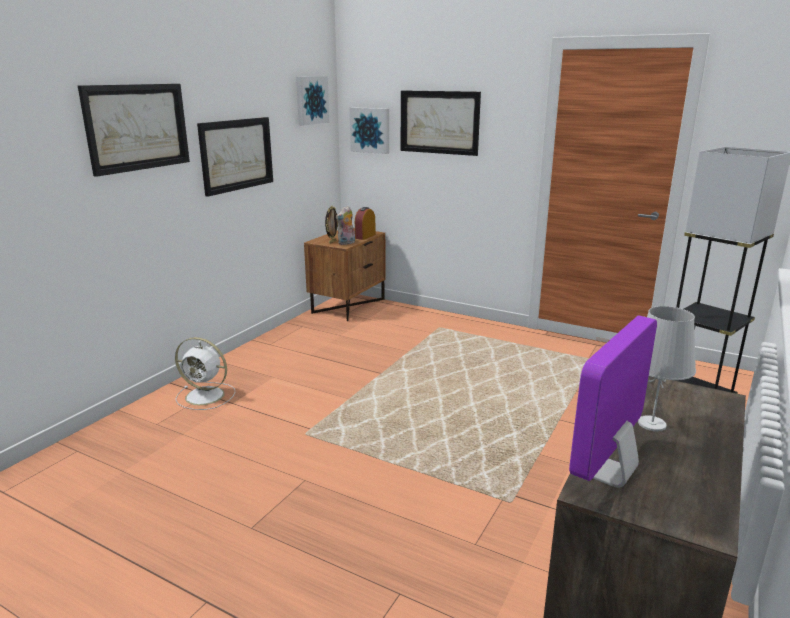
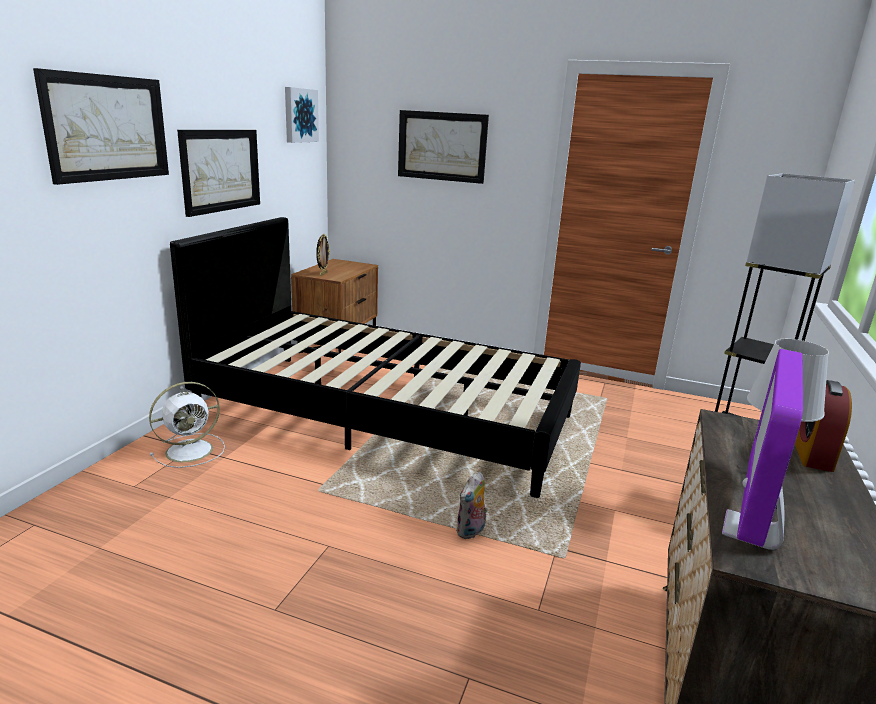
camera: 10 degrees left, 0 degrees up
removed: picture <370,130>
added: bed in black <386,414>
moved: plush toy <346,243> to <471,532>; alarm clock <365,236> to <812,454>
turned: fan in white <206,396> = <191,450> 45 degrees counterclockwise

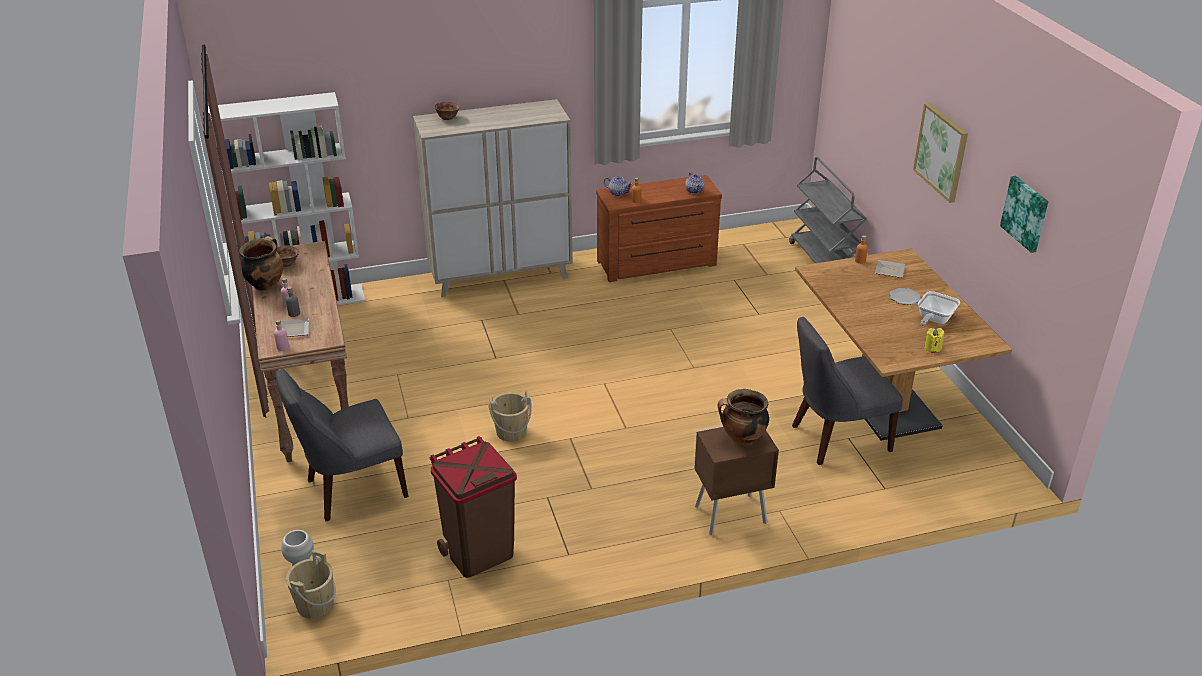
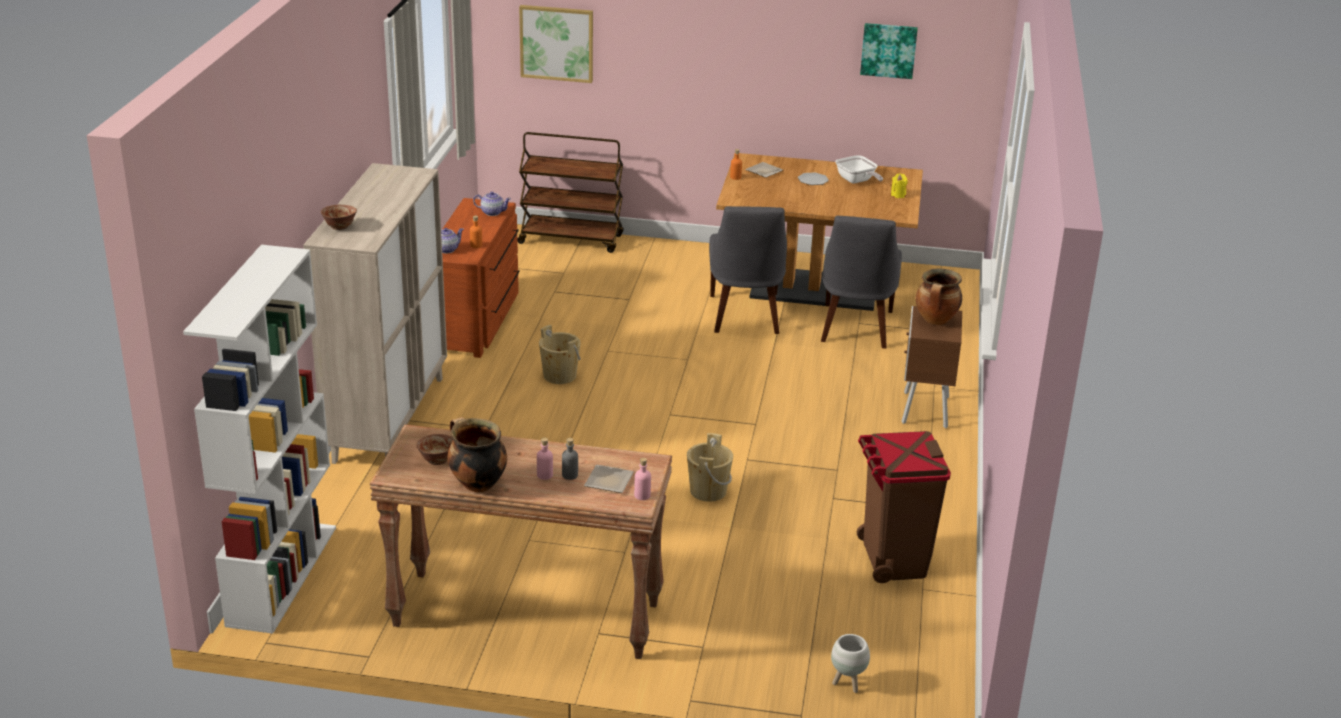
camera: 65 degrees left, 5 degrees down
moved: chair in grey <352,489> to <744,316>; bucket in beige <315,605> to <560,376>; picture <941,152> to <556,43>
recoloured: cart in grey <823,261> to cart in brown <571,239>

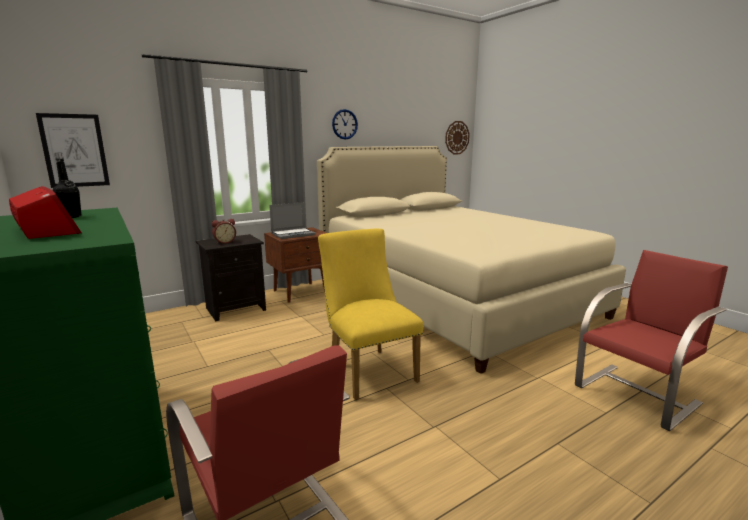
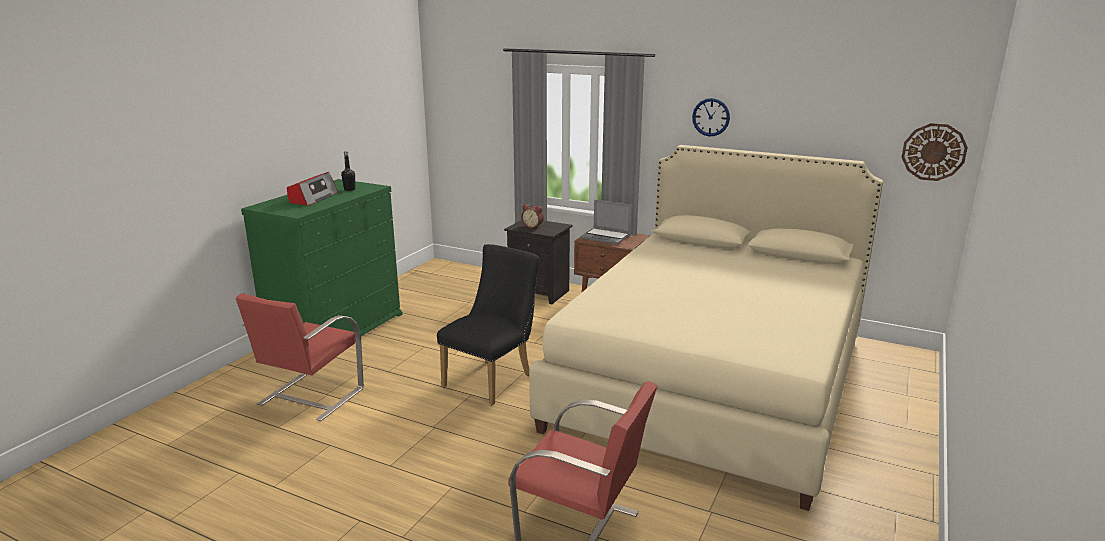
camera: 60 degrees right, 5 degrees up
removed: picture <74,150>
recoloured: chair in yellow <368,369> to chair in black <493,379>

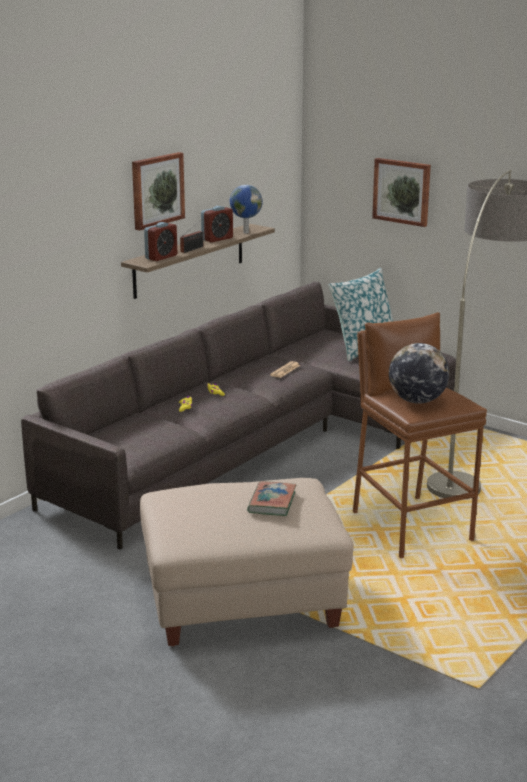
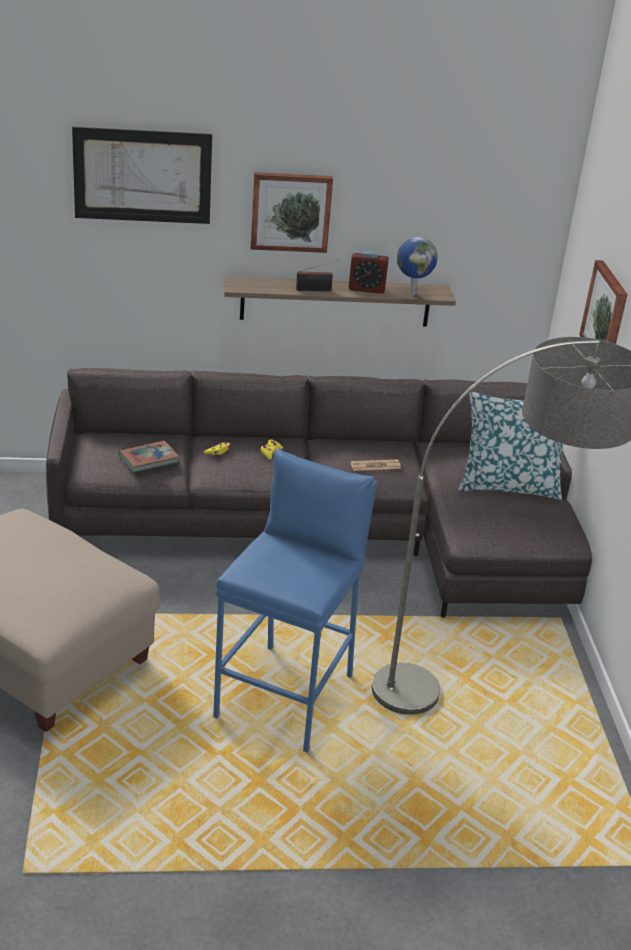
camera: 45 degrees right, 10 degrees up
removed: alarm clock <161,257>; globe <417,401>
added: picture <142,176>
moved: book <272,502> to <148,460>
recoloured: stool in brown <411,526> to stool in blue <287,697>

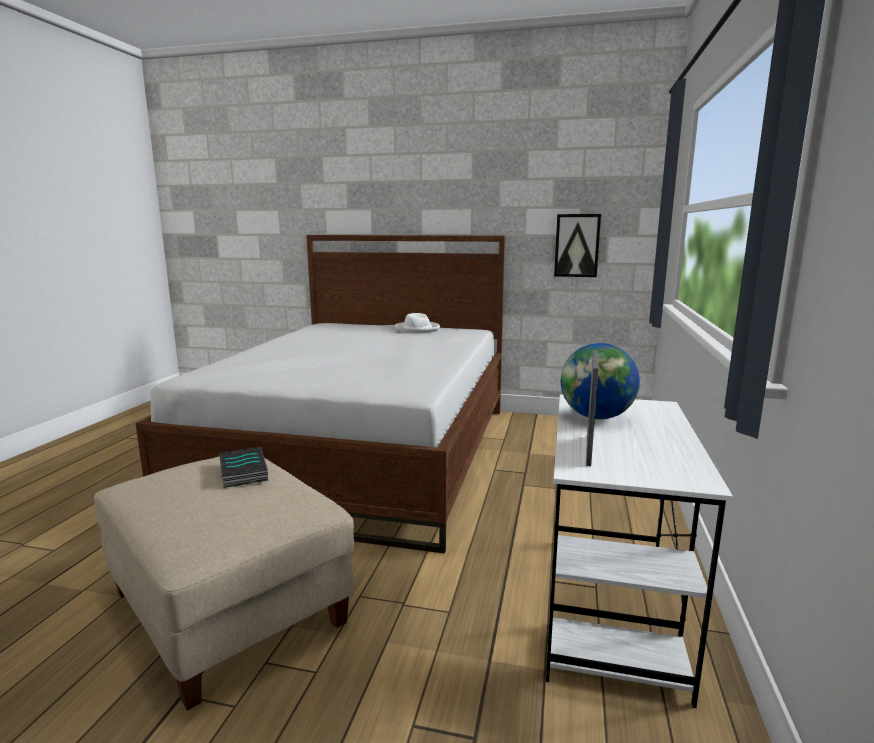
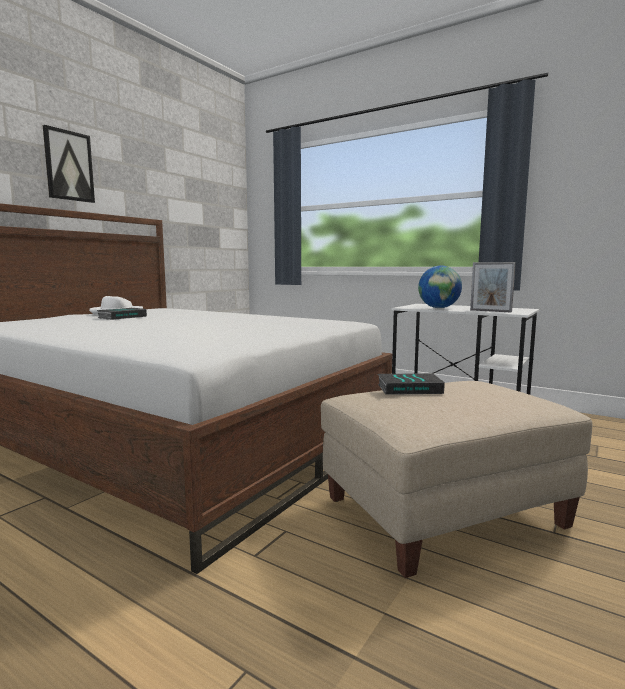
camera: 70 degrees left, 5 degrees down
added: book <122,317>
moved: picture <577,245> to <68,166>

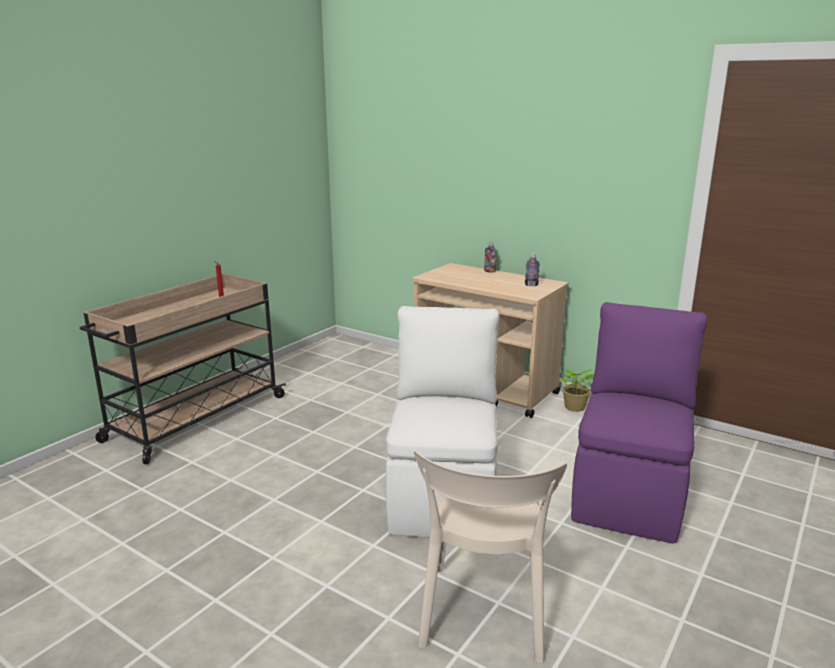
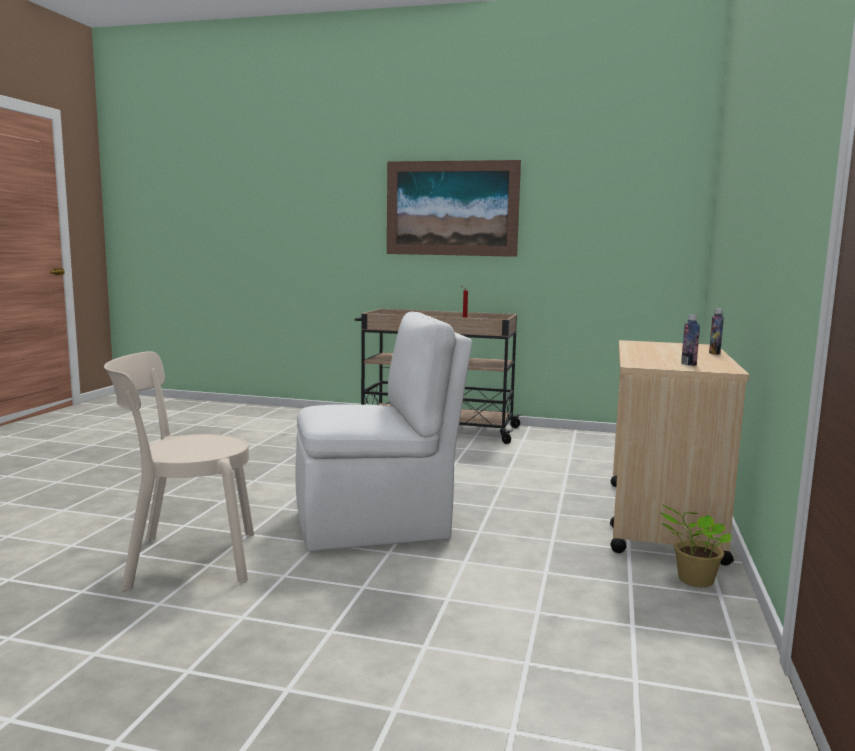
camera: 70 degrees right, 10 degrees down
removed: chair in purple <629,495>
added: picture <451,208>

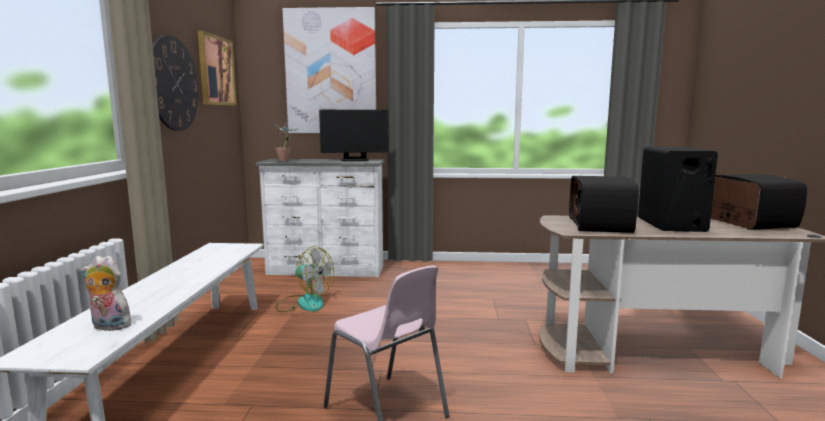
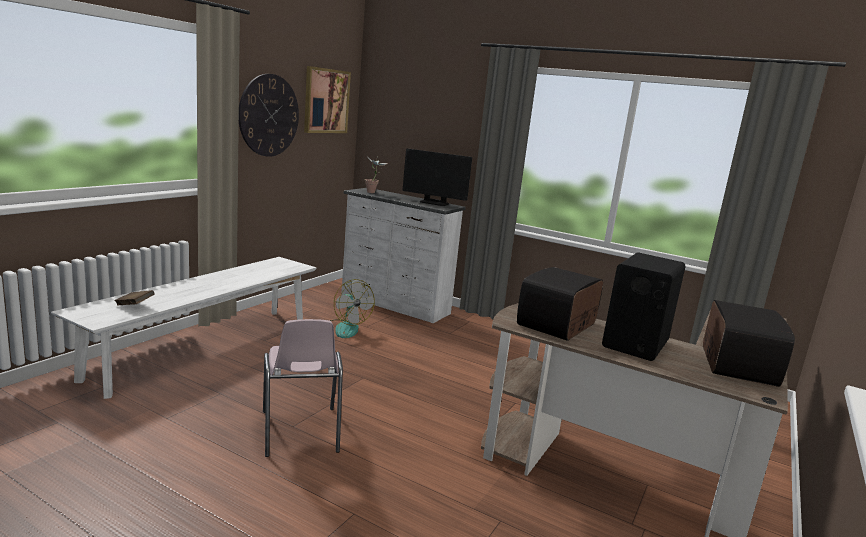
camera: 25 degrees right, 5 degrees up
removed: picture <331,72>
replaced: plush toy <108,327> to book in brown <134,306>

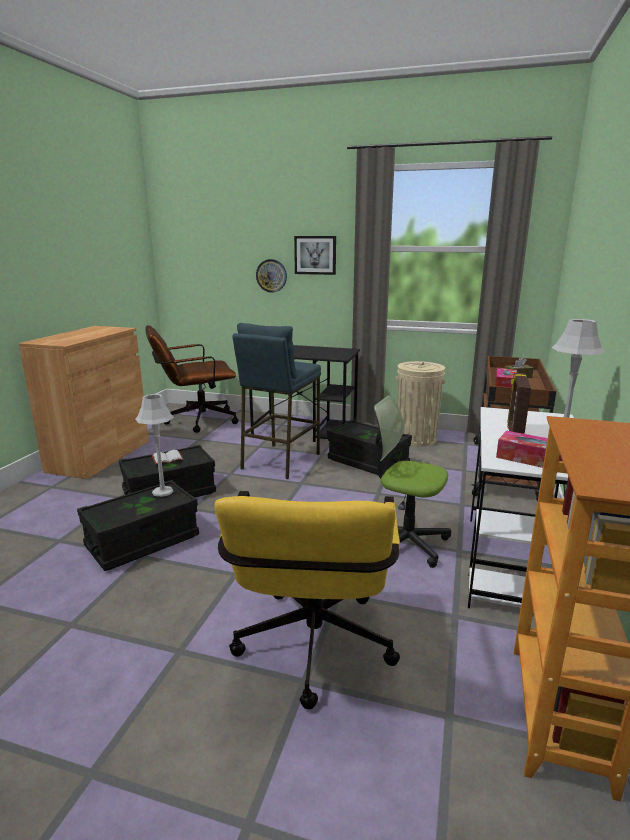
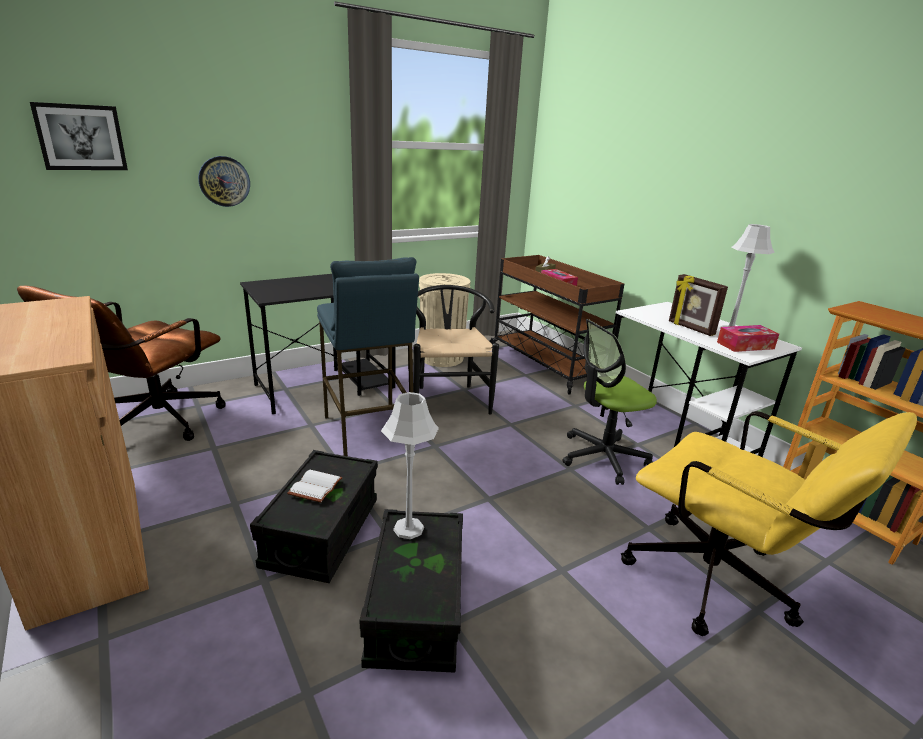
camera: 50 degrees left, 5 degrees up
moved: picture <315,255> to <81,137>
replaced: storage box in black <368,462> to chair in black <448,397>

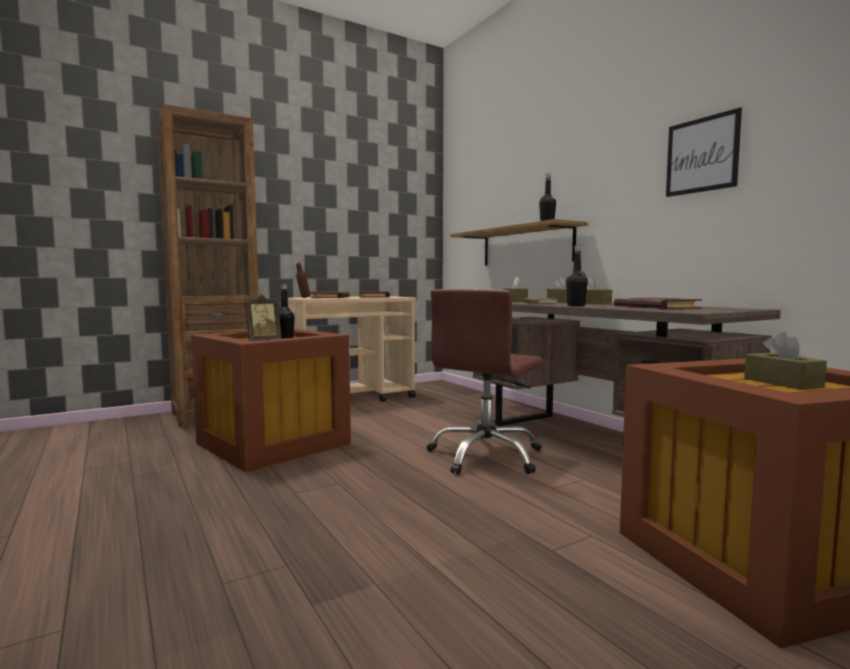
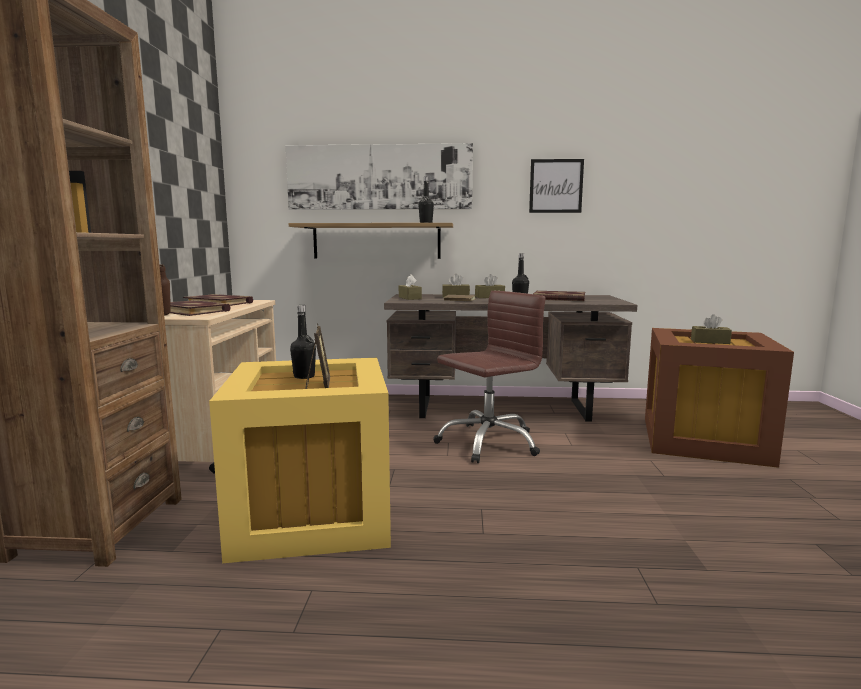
camera: 55 degrees left, 5 degrees up
added: picture <379,177>
recoloured: storage box in brown <274,443> to storage box in yellow <310,513>
turned: office chair in brown <486,456> = <488,442> 105 degrees counterclockwise

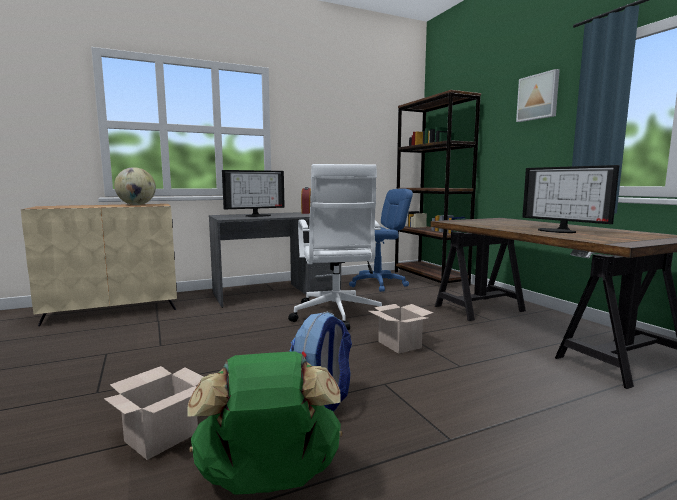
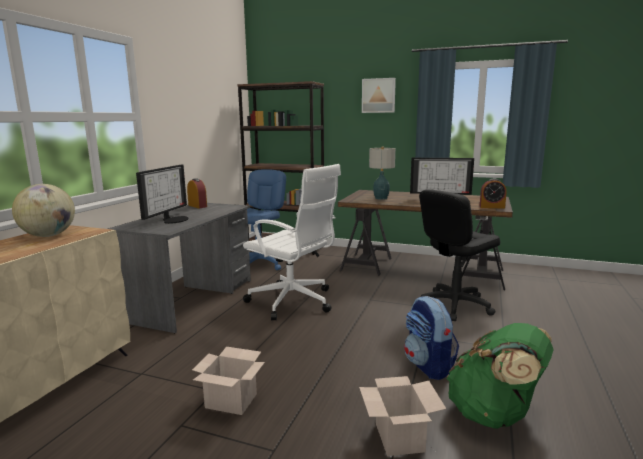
camera: 45 degrees left, 5 degrees up
added: table lamp <381,198>; office chair in black <454,305>; alarm clock <492,207>
moved: cardboard box <400,345> to <232,400>

